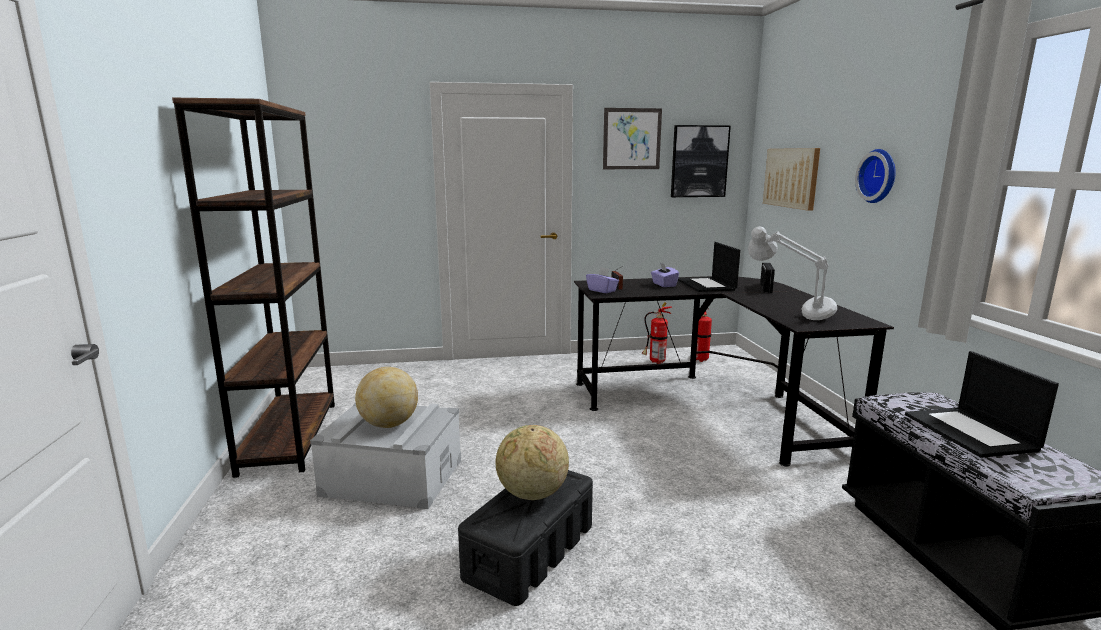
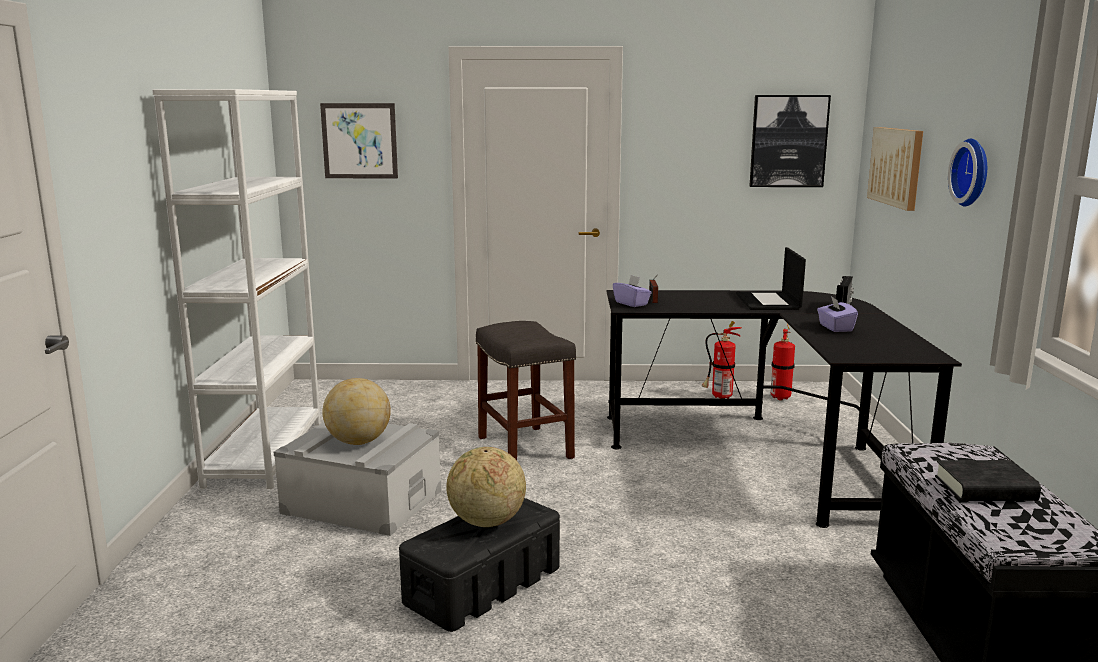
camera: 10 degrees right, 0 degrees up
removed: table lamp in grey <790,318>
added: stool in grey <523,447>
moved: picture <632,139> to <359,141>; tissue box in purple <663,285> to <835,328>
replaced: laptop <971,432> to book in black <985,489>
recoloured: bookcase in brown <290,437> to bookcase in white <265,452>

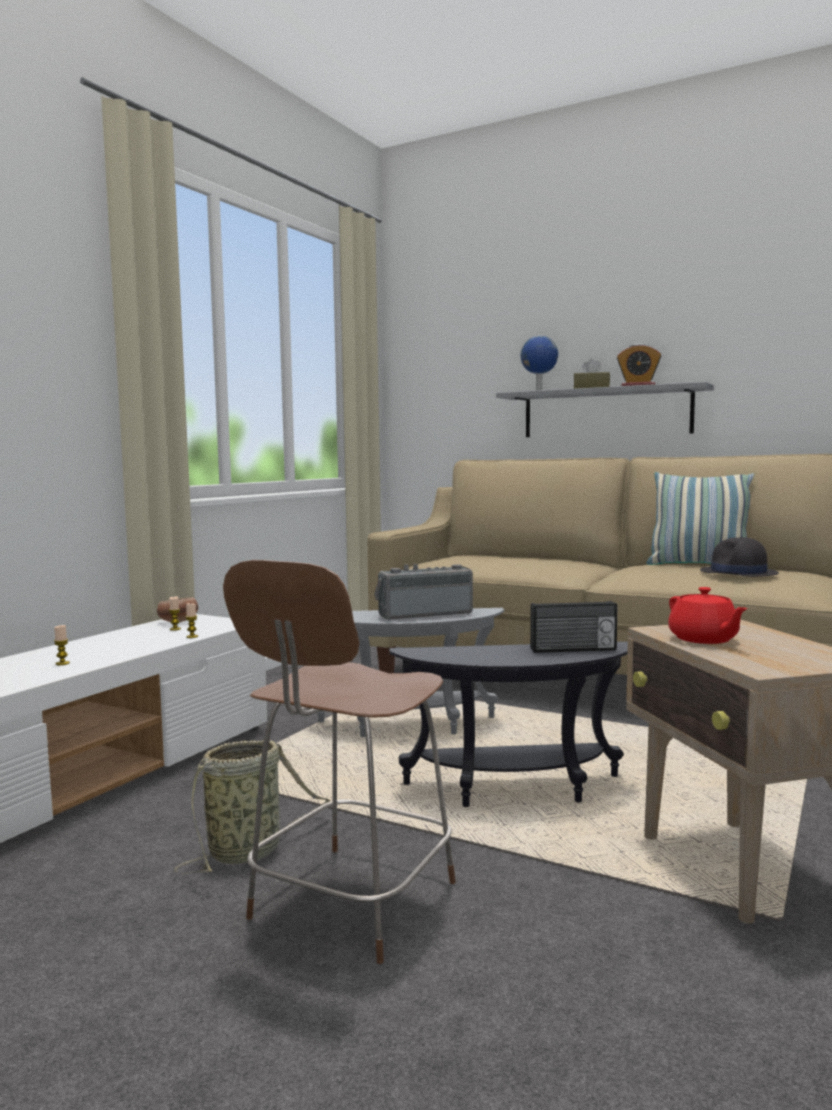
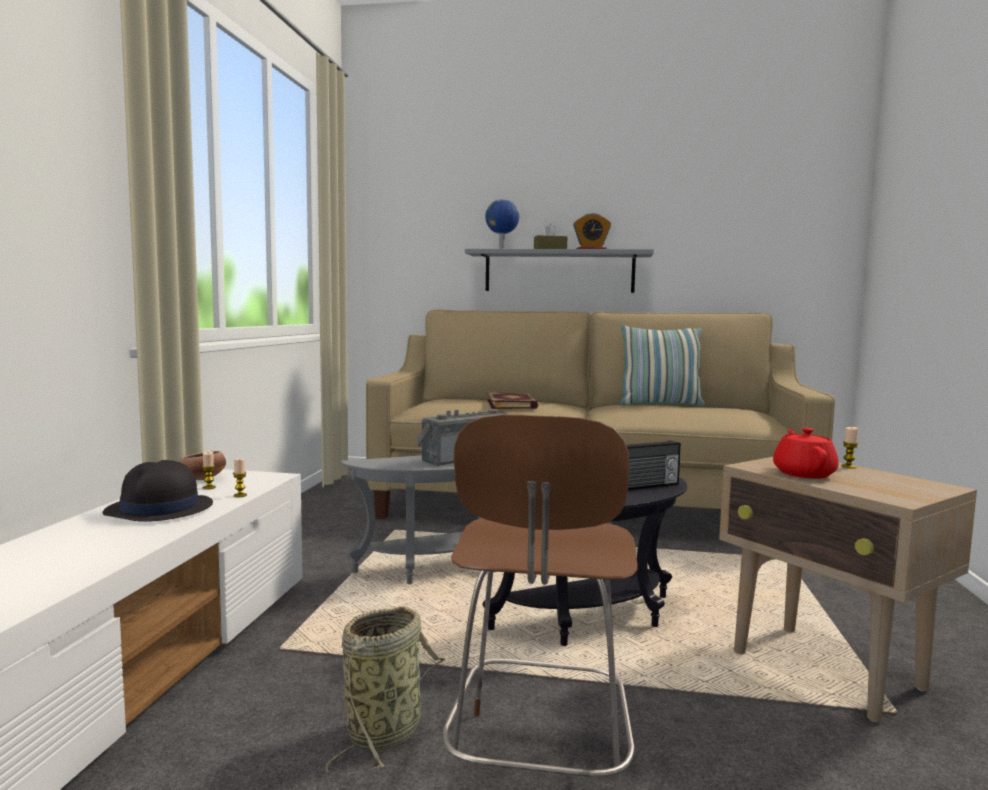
camera: 20 degrees left, 0 degrees up
added: book <512,404>
moved: candle <62,663> to <848,467>; hat in black <738,573> to <159,510>
turned: teapot in red <704,639> = <803,473> 135 degrees counterclockwise

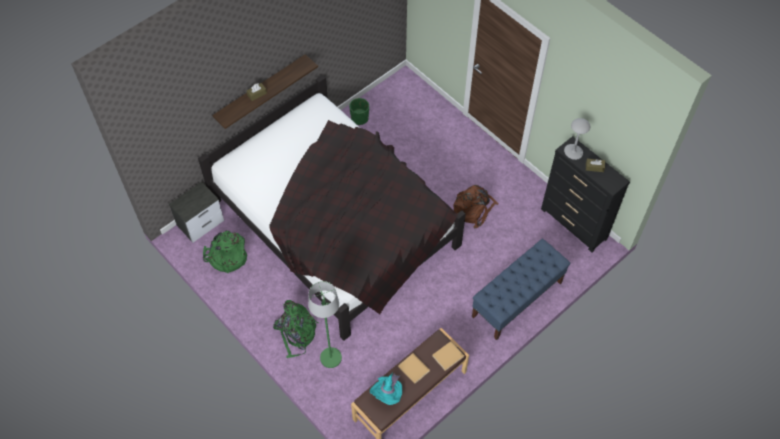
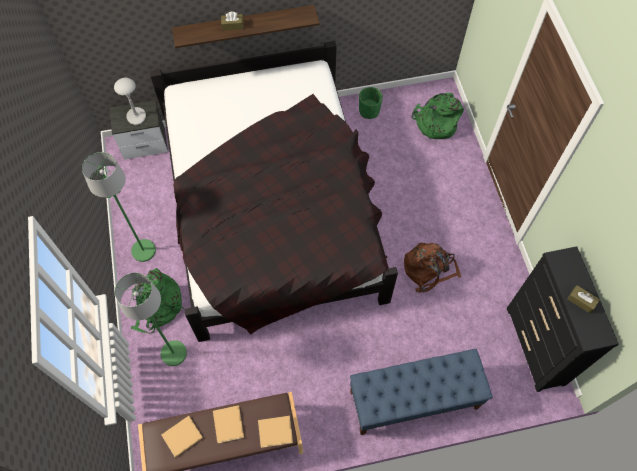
camera: 30 degrees right, 5 degrees up
added: floor lamp in green <143,250>
moved: backpack in green <227,257> to <435,123>; table lamp in grey <573,152> to <136,117>
replaced: hat in turquoise <387,393> to book in beige <181,437>

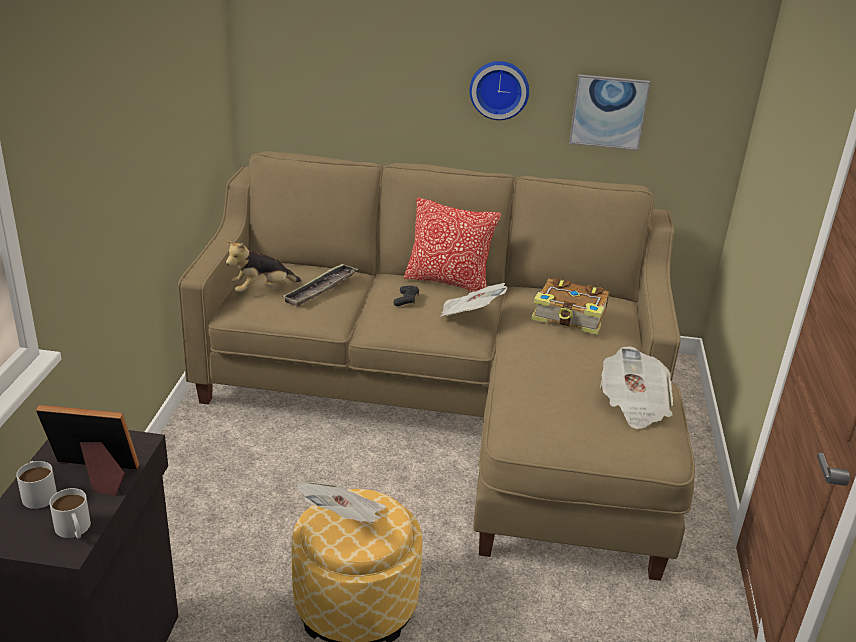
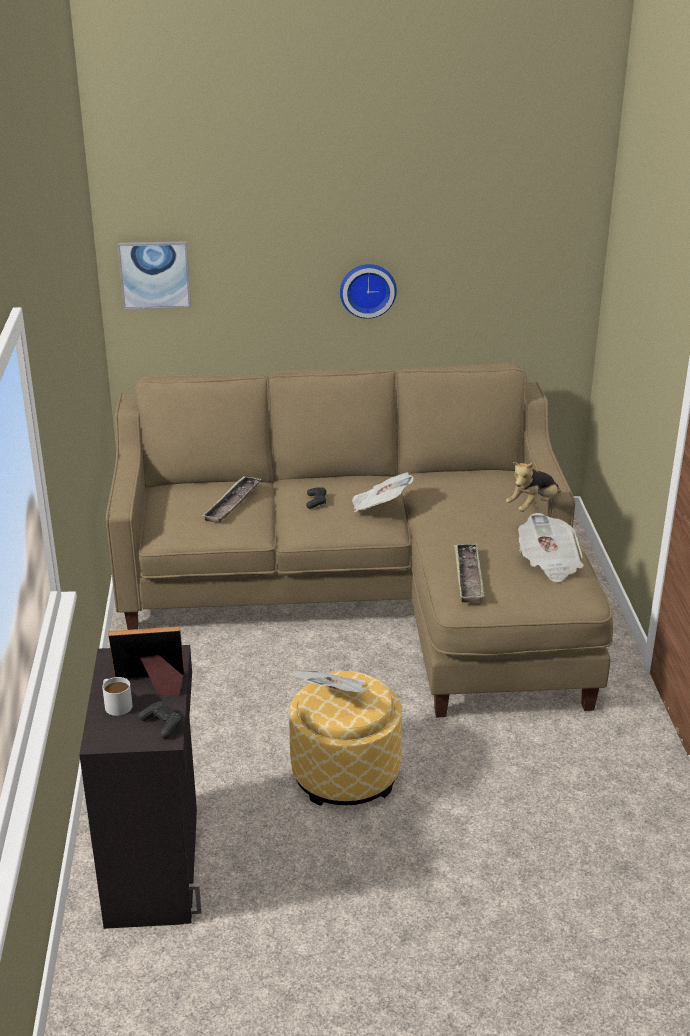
camera: 10 degrees left, 0 degrees up
removed: pillow <448,282>; book <570,316>
added: tray <468,576>
moved: plush toy <262,290> to <533,506>; picture <608,112> to <155,275>
replaced: mug in white <74,530> to game controller in black <162,724>

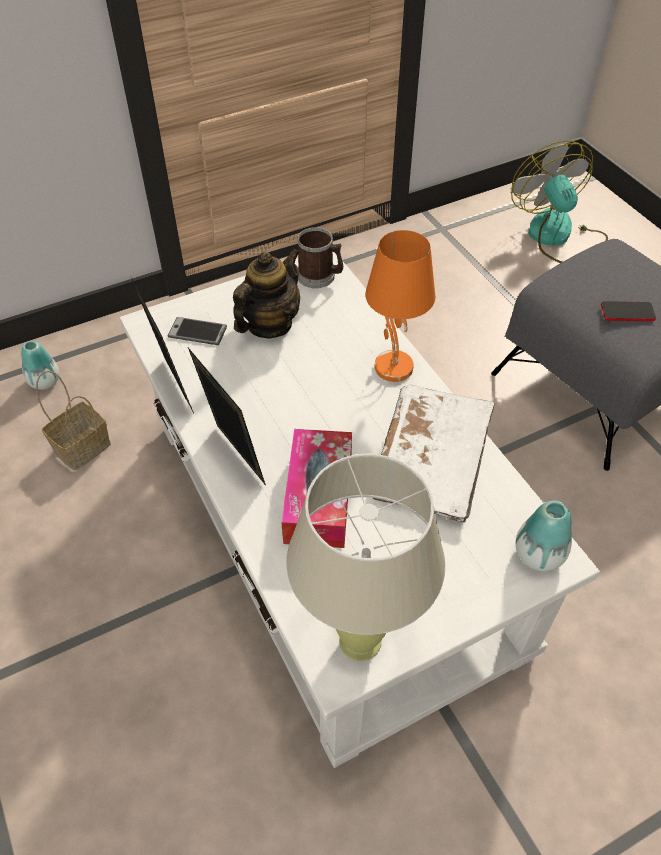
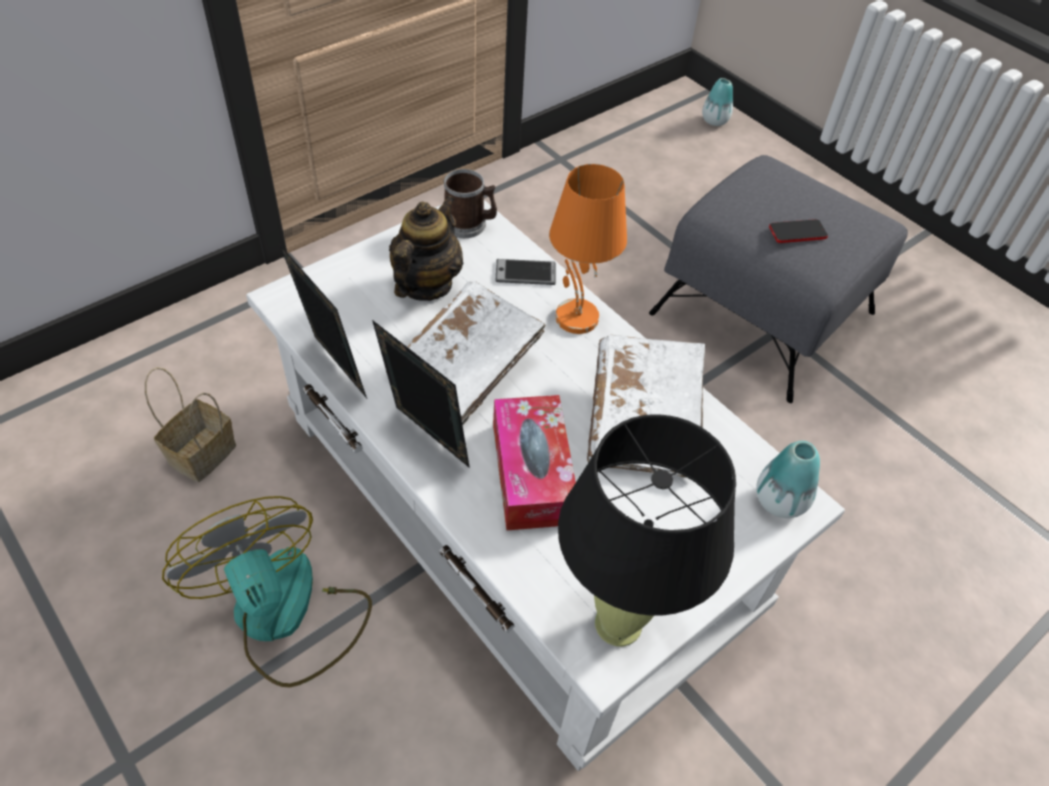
camera: 15 degrees left, 0 degrees up
added: book in white <465,368>
moved: vase <45,381> to <714,121>; phone <197,332> to <525,273>; fan <557,237> to <285,616>
recoloured: table lamp in beige <359,641> to table lamp in black <618,624>

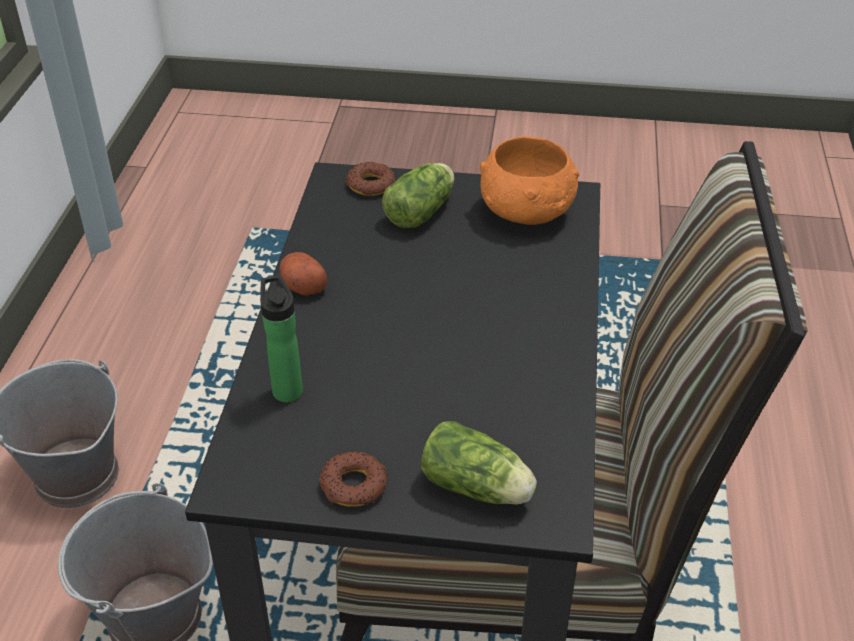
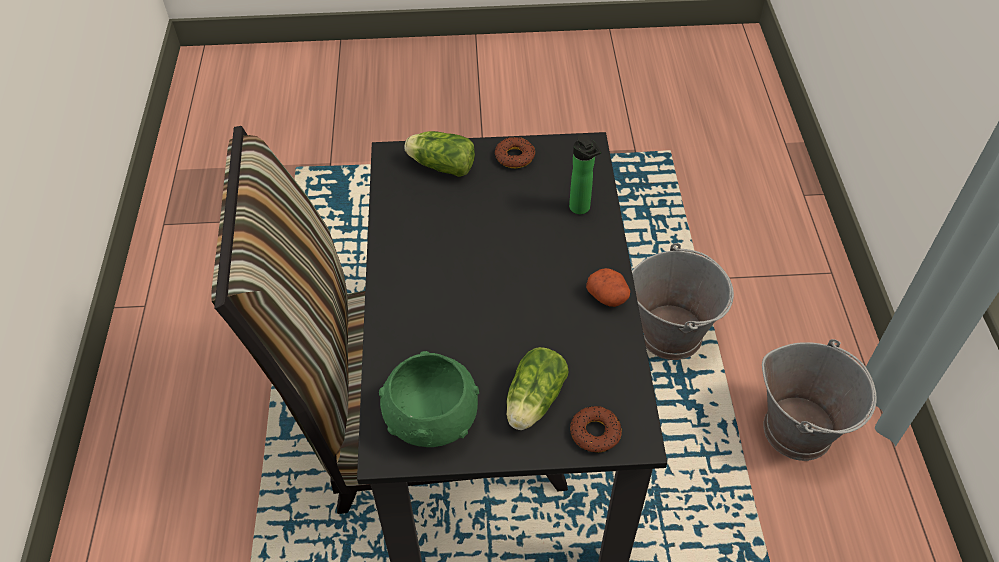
camera: 170 degrees right, 10 degrees up
recoloured: bowl in orange <526,212> to bowl in green <431,417>

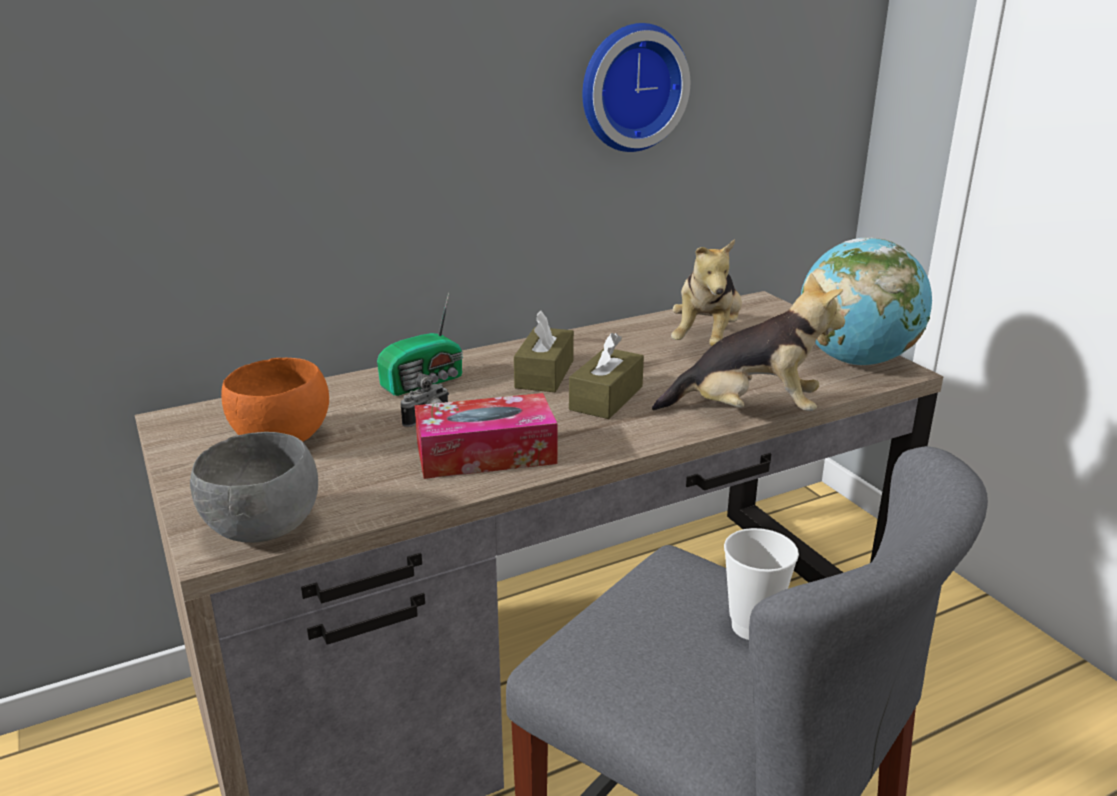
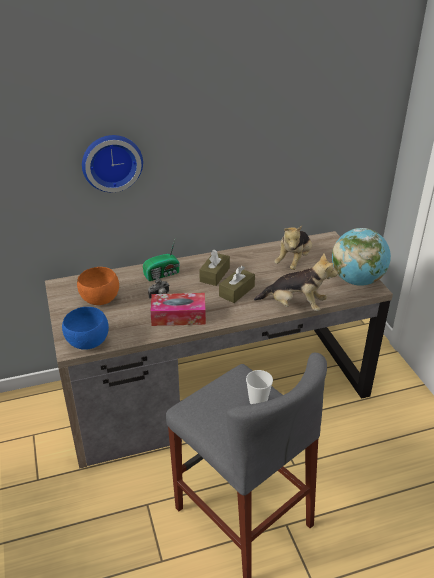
camera: 10 degrees right, 10 degrees up
moved: wall clock <630,87> to <111,162>
recoloured: bowl in grey <262,530> to bowl in blue <87,343>

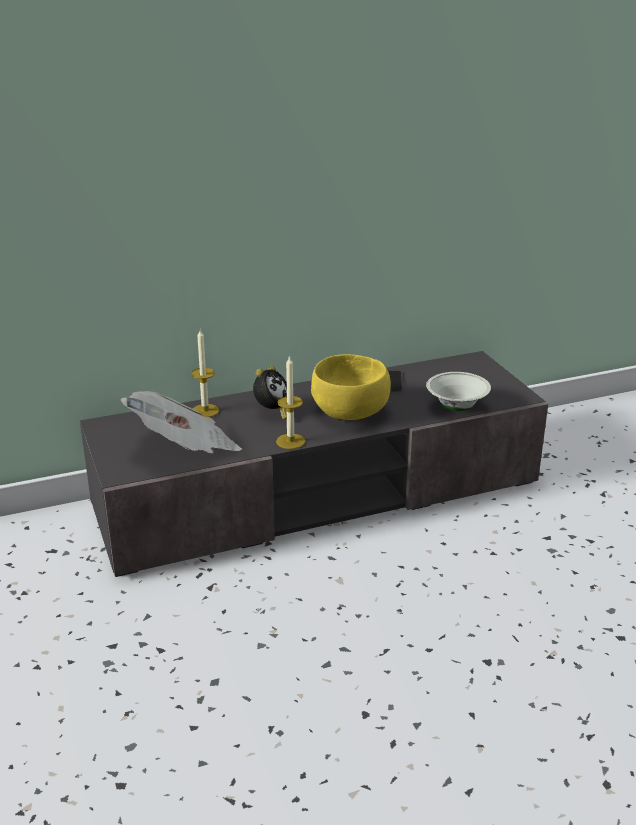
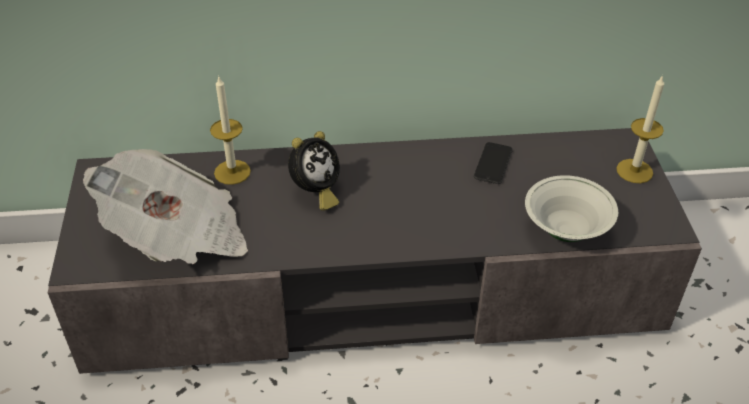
camera: 15 degrees right, 15 degrees up
removed: bowl in yellow <351,412>
moved: candle <290,441> to <634,171>

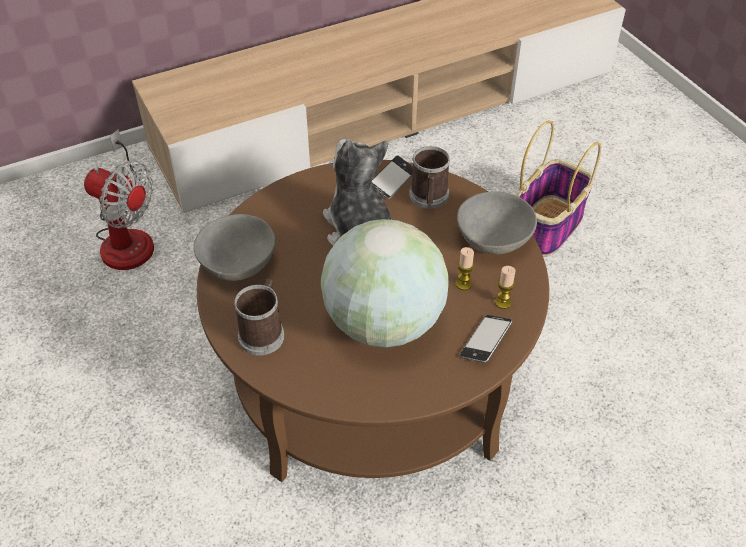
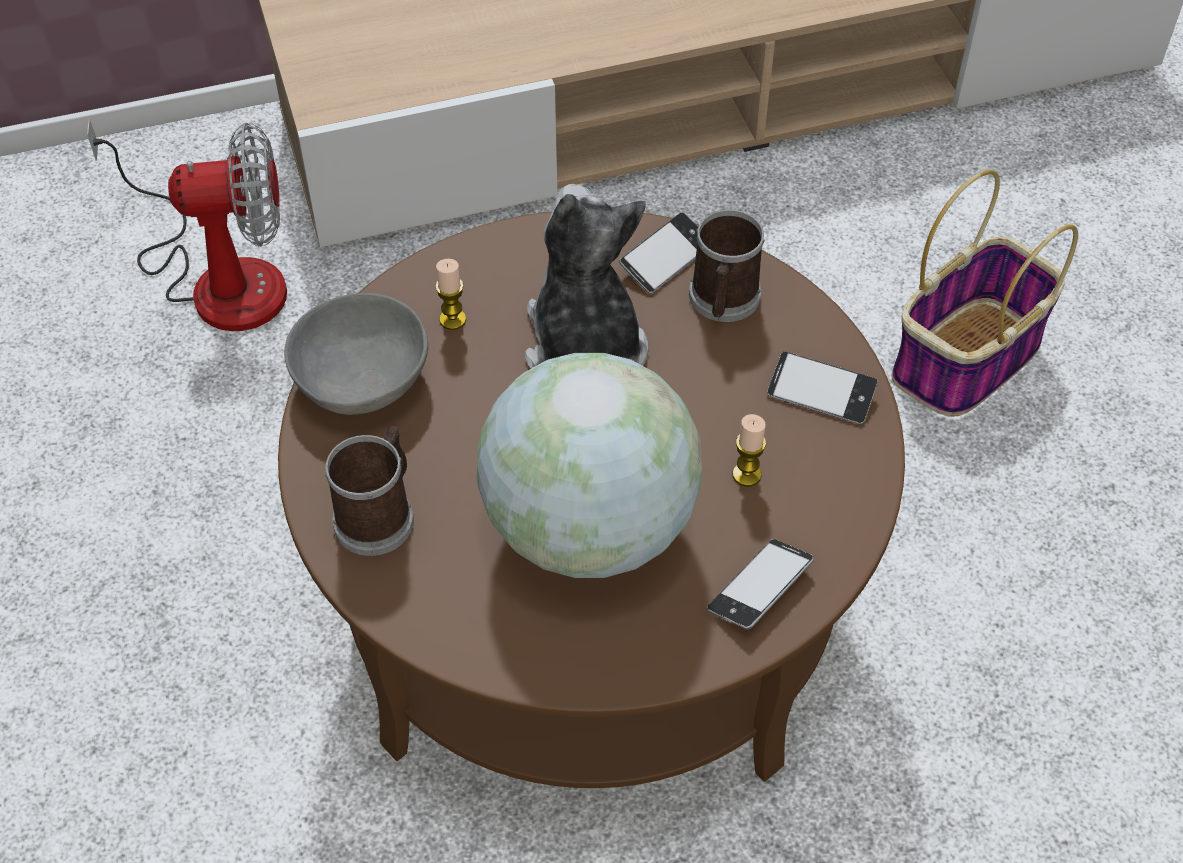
camera: 10 degrees right, 5 degrees up
moved: candle <503,302> to <452,319>
replaced: bowl in grey <493,238> to phone <821,394>
turned: fan <128,236> = <219,277> 45 degrees counterclockwise

